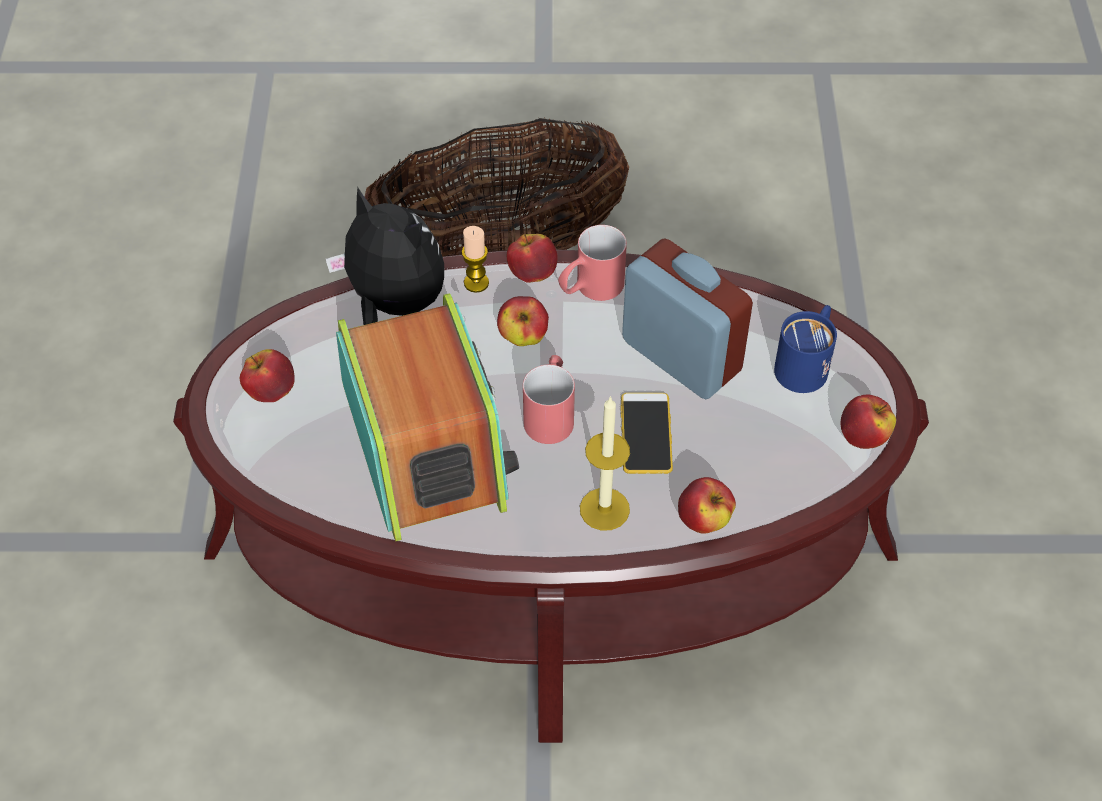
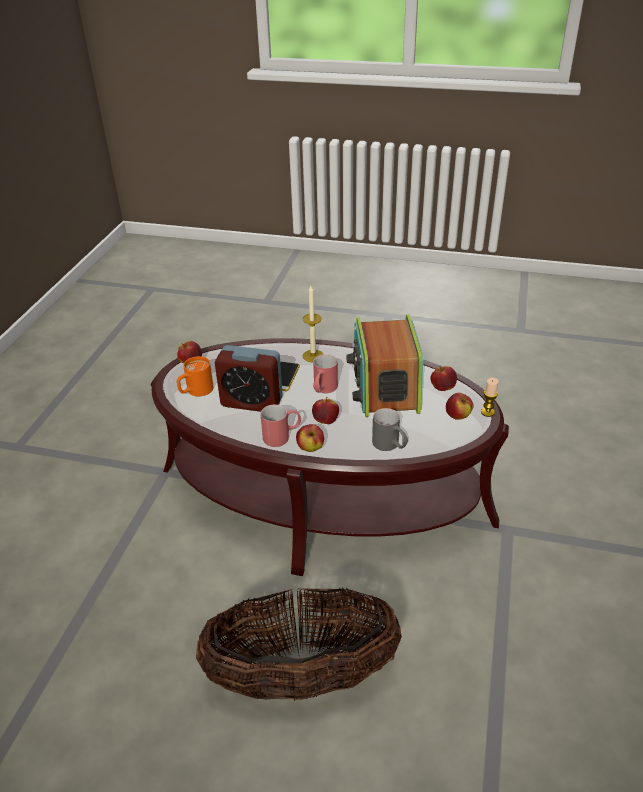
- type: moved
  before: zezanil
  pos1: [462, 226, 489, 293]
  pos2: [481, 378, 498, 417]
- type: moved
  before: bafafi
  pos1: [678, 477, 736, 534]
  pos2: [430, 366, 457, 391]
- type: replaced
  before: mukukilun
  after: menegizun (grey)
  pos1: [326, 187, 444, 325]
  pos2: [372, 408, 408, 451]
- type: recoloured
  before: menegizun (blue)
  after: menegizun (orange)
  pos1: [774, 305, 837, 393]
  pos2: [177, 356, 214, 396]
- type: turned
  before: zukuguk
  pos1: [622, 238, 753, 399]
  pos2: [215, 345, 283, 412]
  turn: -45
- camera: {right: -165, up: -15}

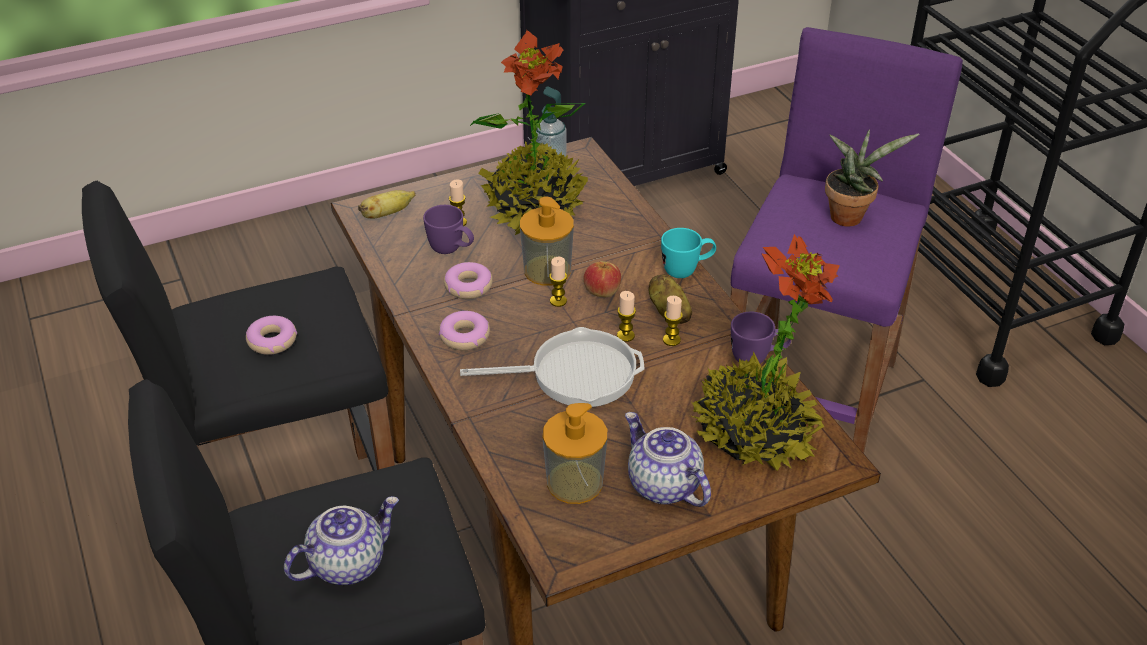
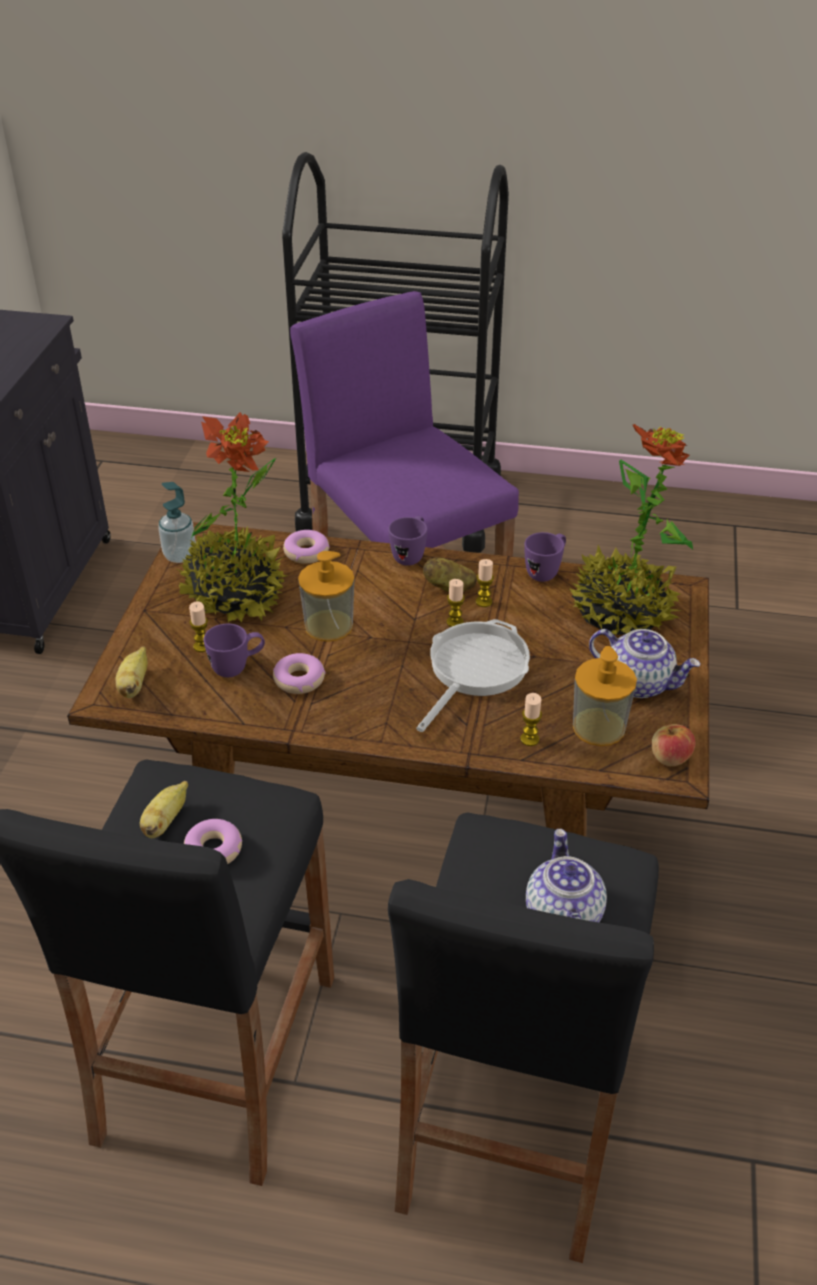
- type: removed
  before: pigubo
  pos1: [825, 129, 919, 226]
- type: added
  after: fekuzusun
  pos2: [140, 781, 188, 839]
- type: moved
  before: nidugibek
  pos1: [439, 311, 490, 351]
  pos2: [283, 530, 330, 564]
- type: moved
  before: zezanil
  pos1: [549, 257, 567, 307]
  pos2: [520, 693, 542, 746]
- type: moved
  before: bafafi
  pos1: [583, 261, 621, 297]
  pos2: [652, 724, 695, 766]
- type: recoloured
  before: menegizun (turquoise)
  after: menegizun (purple)
  pos1: [661, 228, 716, 278]
  pos2: [388, 516, 427, 566]
- type: turned
  before: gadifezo
  pos1: [625, 412, 711, 507]
  pos2: [589, 629, 701, 698]
  turn: -150
- camera: {right: -55, up: 0}

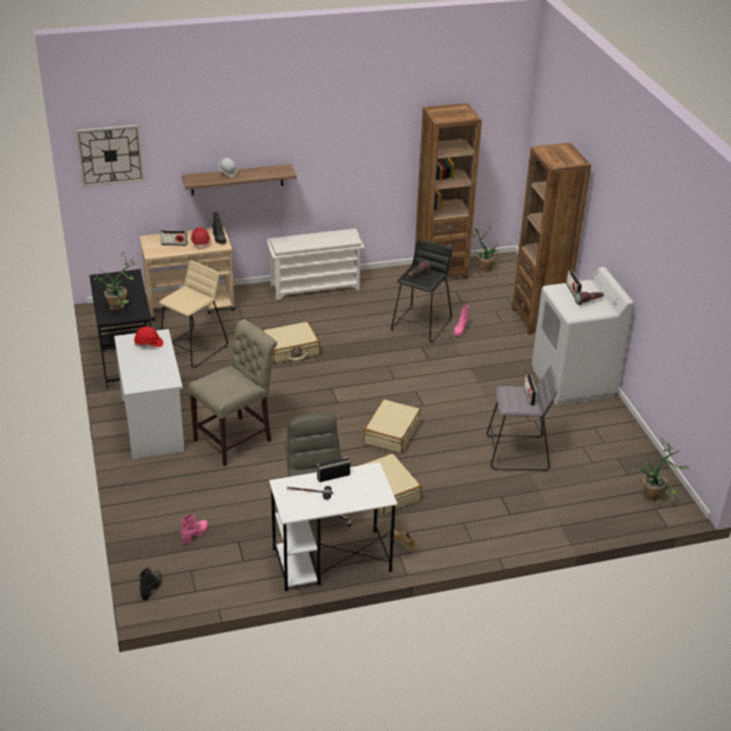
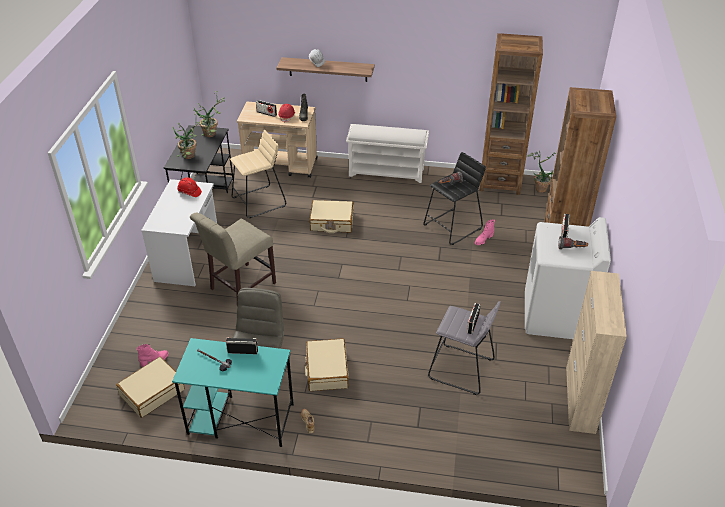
- type: removed
  before: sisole
  pos1: [76, 124, 144, 187]
- type: removed
  before: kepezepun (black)
  pos1: [139, 567, 162, 600]
- type: added
  after: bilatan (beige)
  pos2: [566, 271, 627, 434]
- type: moved
  before: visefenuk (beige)
  pos1: [364, 399, 421, 454]
  pos2: [116, 357, 185, 418]
- type: moved
  before: pigubo
  pos1: [632, 438, 689, 502]
  pos2: [193, 91, 225, 137]
- type: recoloured
  before: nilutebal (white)
  after: nilutebal (turquoise)
  pos1: [269, 462, 398, 591]
  pos2: [172, 338, 294, 447]
- type: turned
  before: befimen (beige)
  pos1: [188, 319, 277, 466]
  pos2: [190, 213, 276, 305]
  turn: 150
- camera: {right: 25, up: 5}

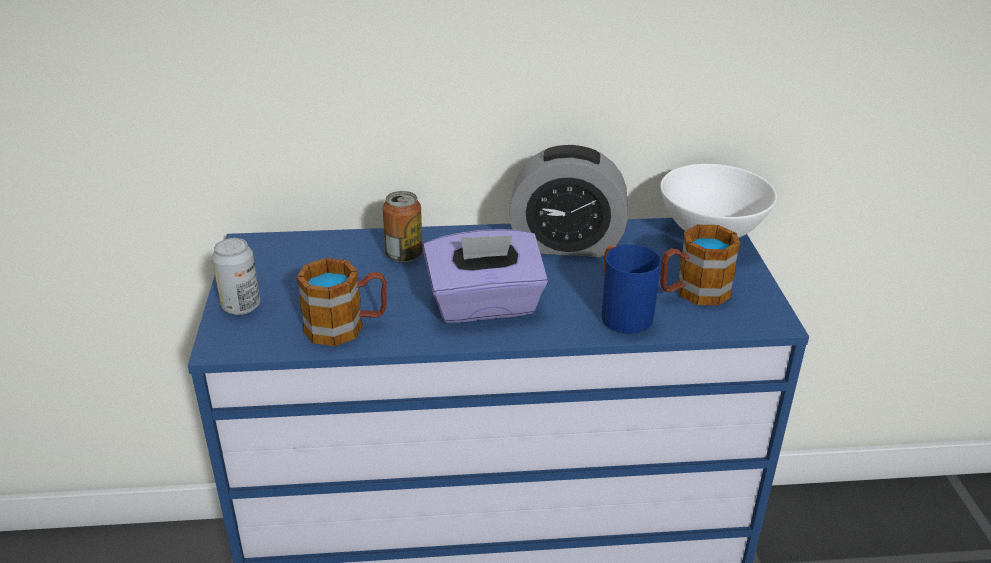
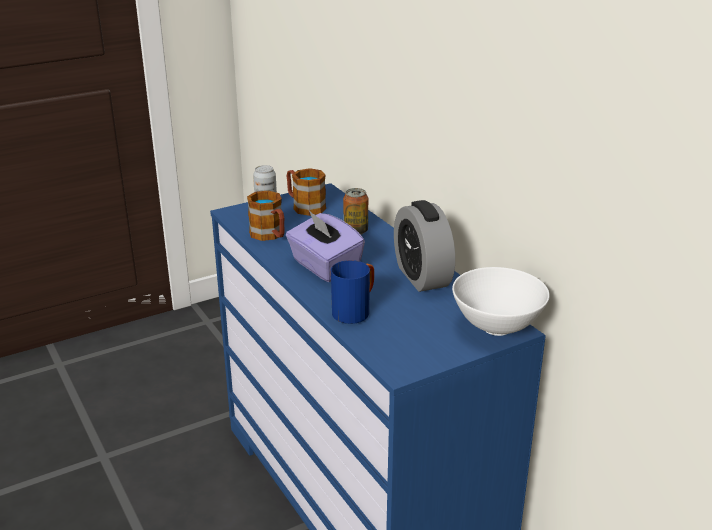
- type: moved
  before: menegizun
  pos1: [660, 225, 741, 306]
  pos2: [287, 168, 326, 216]
- camera: {right: 65, up: -5}

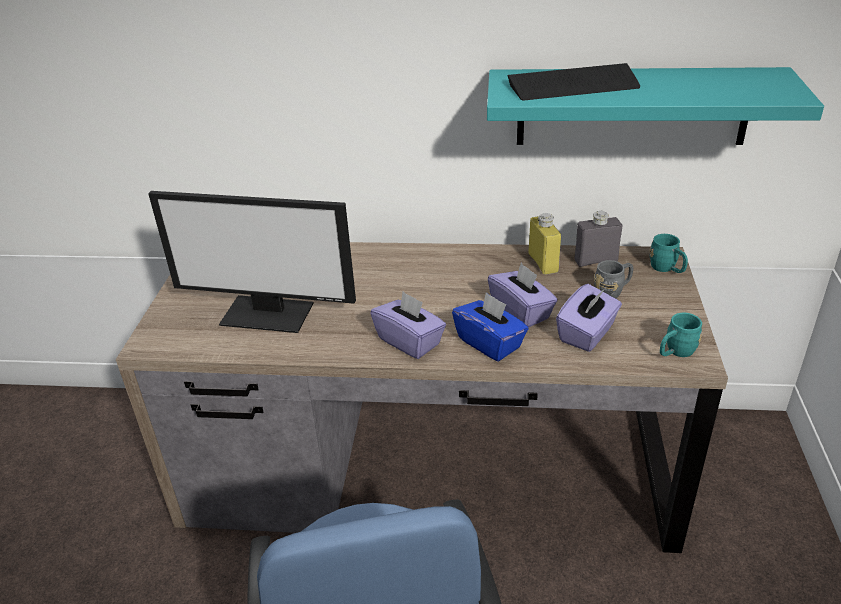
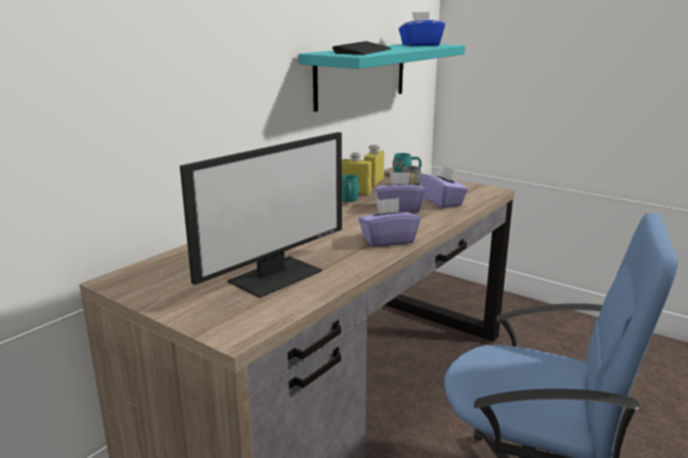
- type: moved
  before: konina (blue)
  pos1: [452, 292, 529, 362]
  pos2: [399, 12, 445, 46]
- type: moved
  before: menegizun (turquoise)
  pos1: [660, 313, 702, 357]
  pos2: [342, 175, 360, 202]
- type: recoloured
  before: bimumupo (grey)
  after: bimumupo (yellow)
  pos1: [574, 211, 622, 267]
  pos2: [364, 144, 384, 187]
- camera: {right: -60, up: -15}

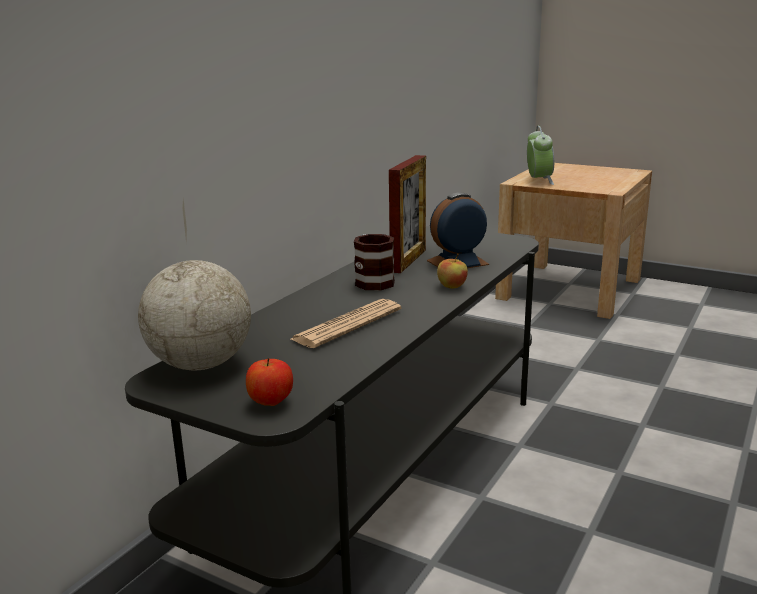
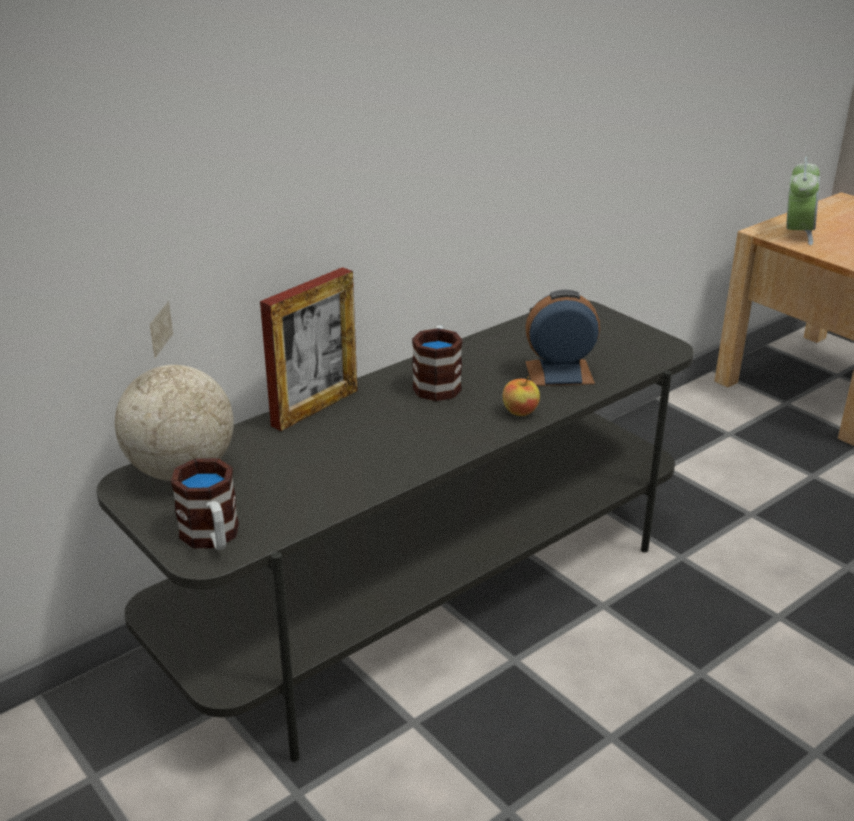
- type: removed
  before: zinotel
  pos1: [291, 299, 401, 348]
- type: moved
  before: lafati
  pos1: [389, 155, 426, 273]
  pos2: [260, 267, 357, 431]
- type: replaced
  before: bafafi
  after: menegizun
  pos1: [246, 358, 293, 406]
  pos2: [171, 458, 239, 550]
- camera: {right: 20, up: 10}

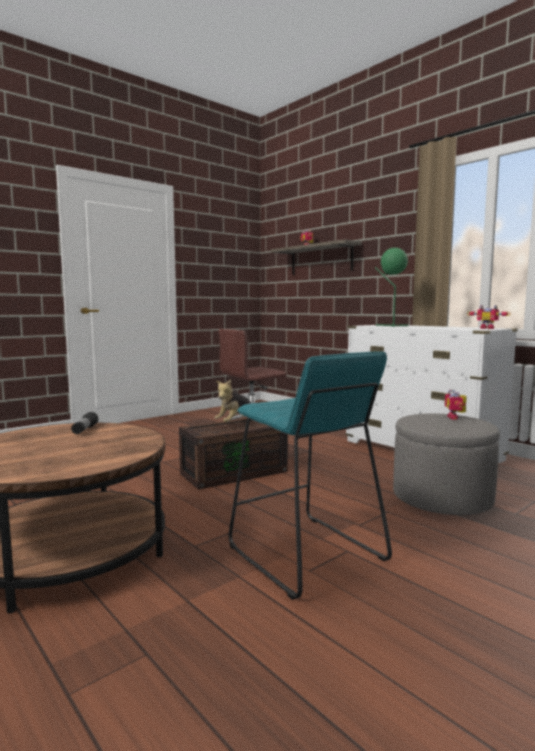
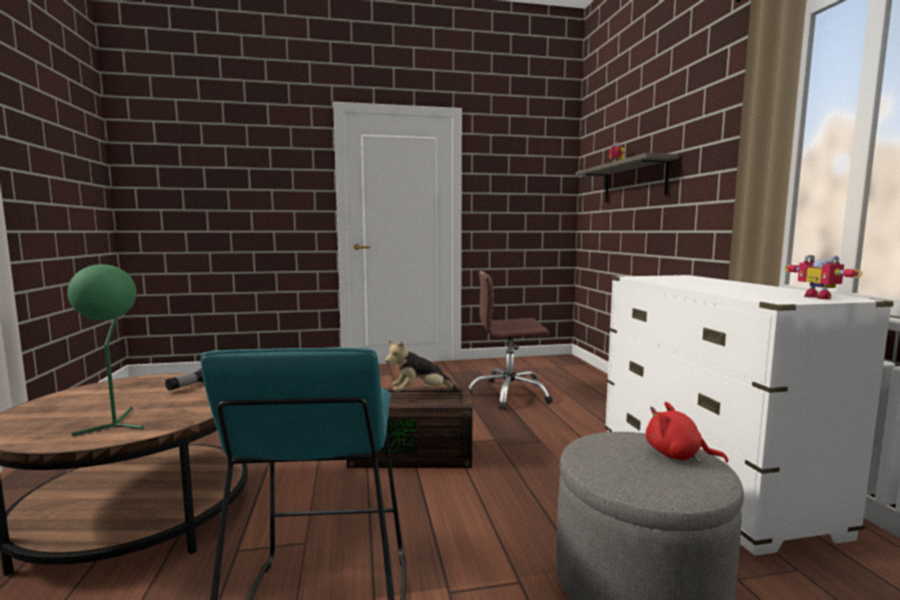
- type: moved
  before: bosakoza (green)
  pos1: [375, 248, 409, 327]
  pos2: [67, 264, 144, 436]
- type: replaced
  before: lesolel
  after: mukukilun (red)
  pos1: [445, 389, 467, 420]
  pos2: [646, 402, 728, 463]
- camera: {right: 30, up: 0}

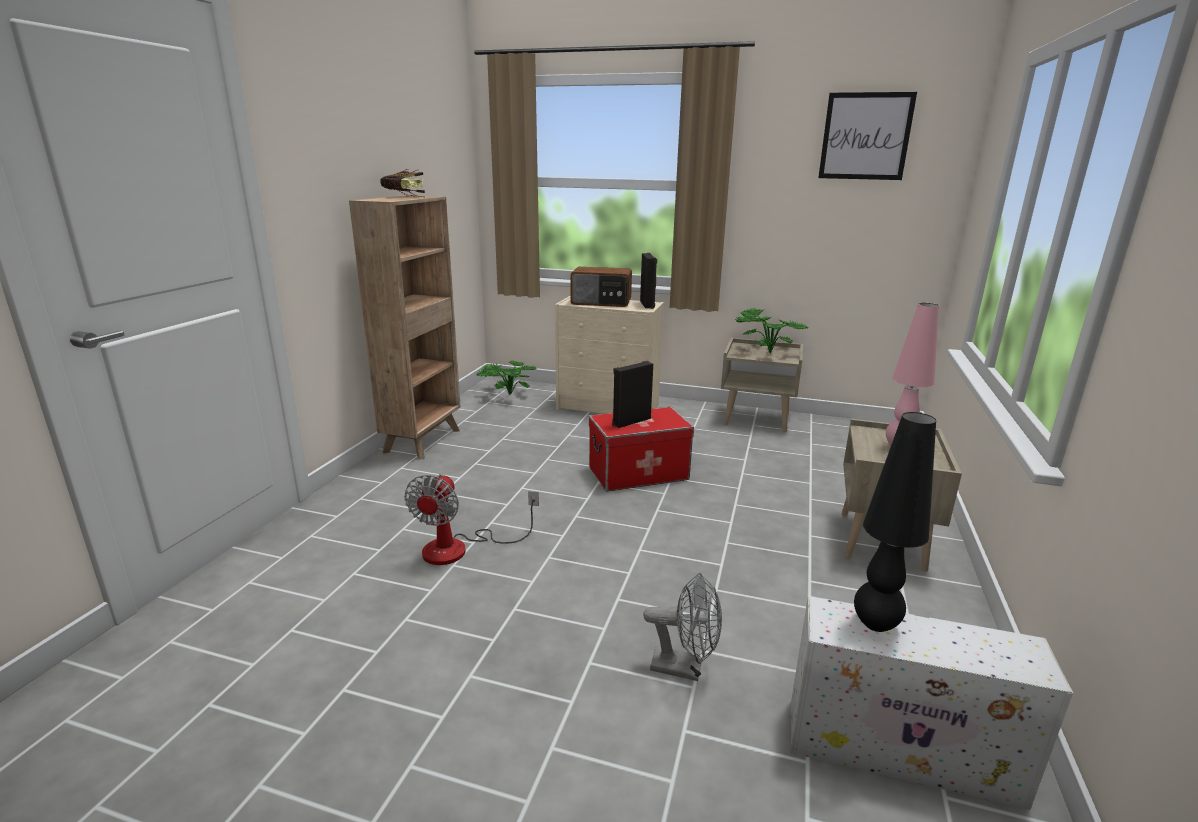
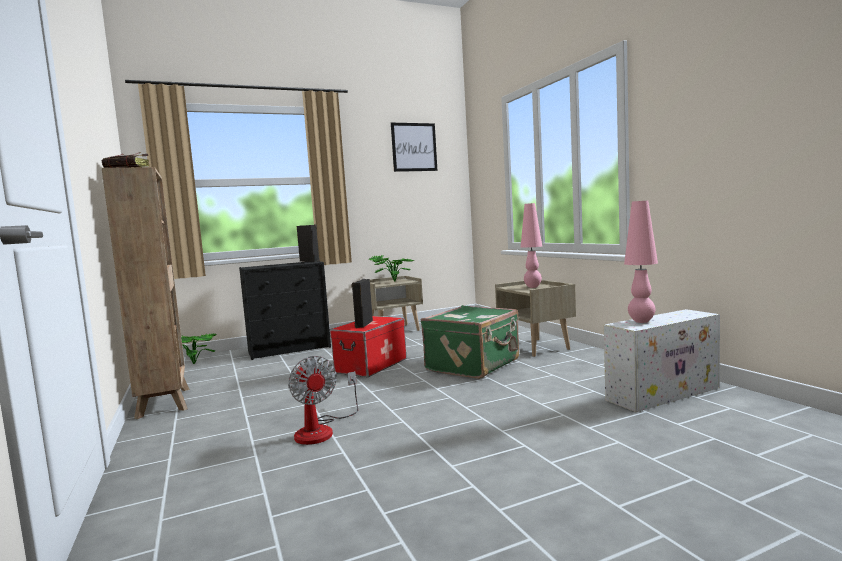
- type: removed
  before: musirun
  pos1: [570, 267, 632, 307]
- type: removed
  before: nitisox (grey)
  pos1: [643, 573, 722, 681]
- type: added
  after: visefenuk (green)
  pos2: [421, 305, 519, 379]
- type: recoloured
  before: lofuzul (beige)
  after: lofuzul (black)
  pos1: [555, 296, 664, 414]
  pos2: [239, 261, 331, 360]
- type: recoloured
  before: bosakoza (black)
  after: bosakoza (pink)
  pos1: [854, 412, 936, 632]
  pos2: [624, 201, 658, 323]
- camera: {right: -40, up: -15}

